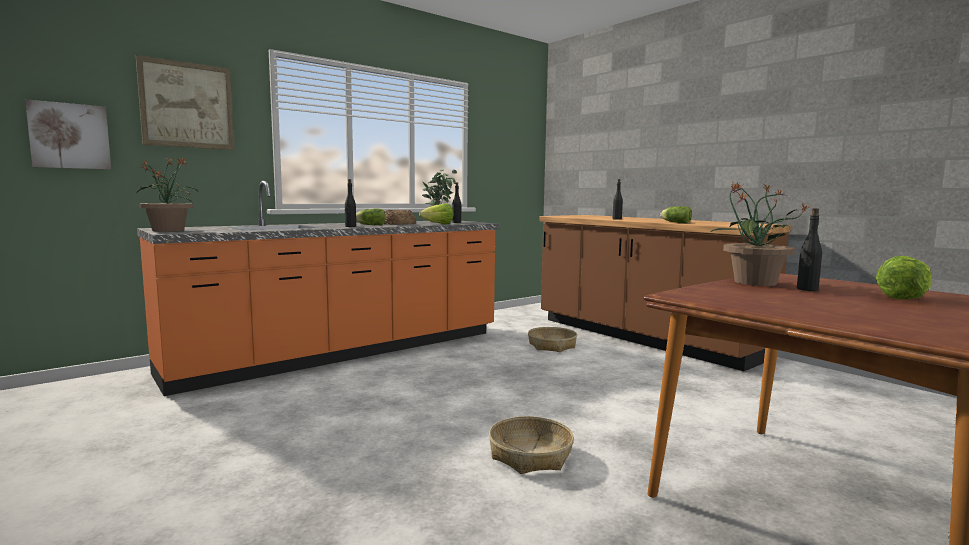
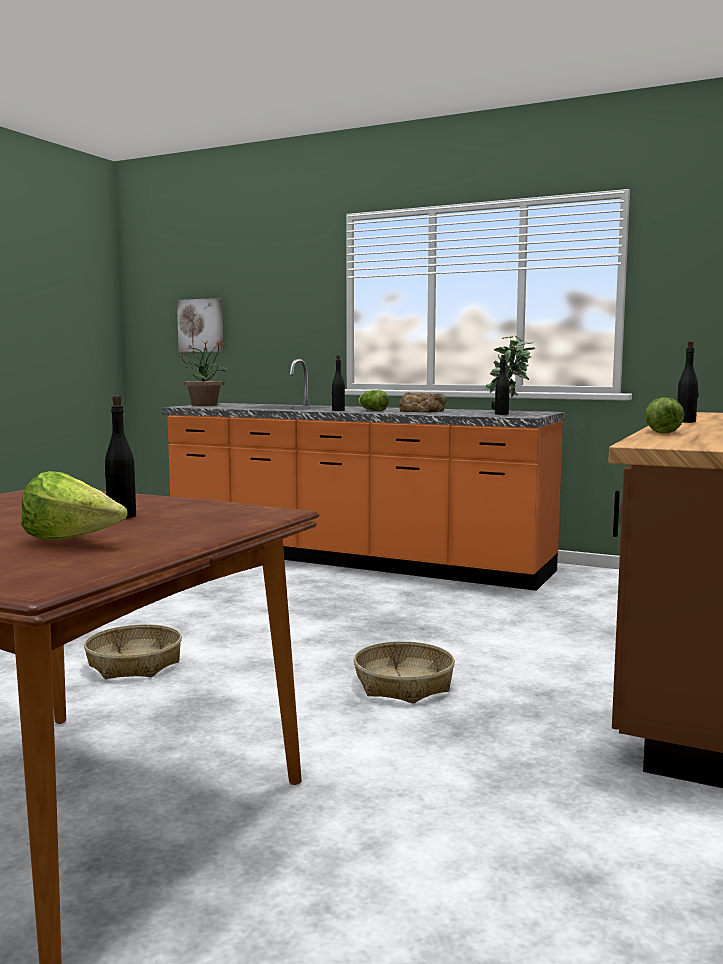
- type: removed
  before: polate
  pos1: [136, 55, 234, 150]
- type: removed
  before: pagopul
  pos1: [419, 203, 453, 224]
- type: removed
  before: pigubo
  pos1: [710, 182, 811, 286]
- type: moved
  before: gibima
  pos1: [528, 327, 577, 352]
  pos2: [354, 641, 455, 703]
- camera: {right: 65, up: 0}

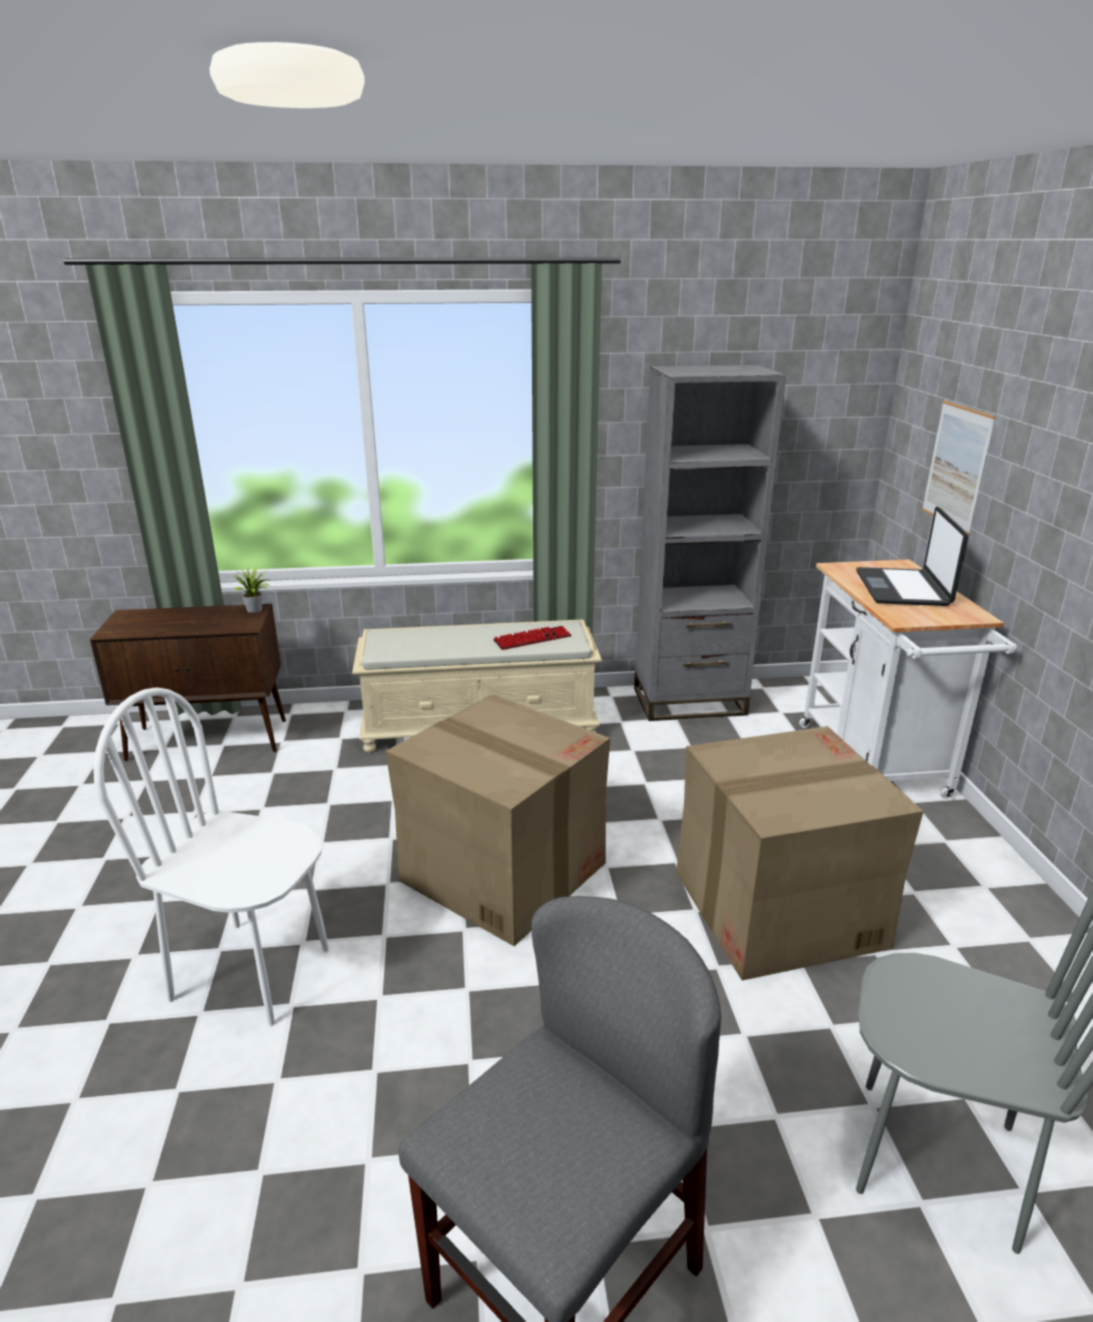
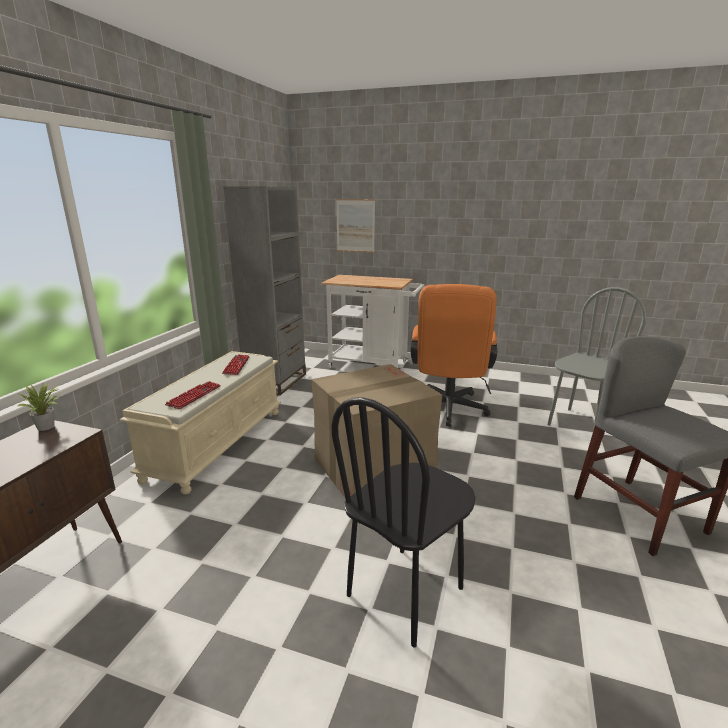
- type: removed
  before: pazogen
  pos1: [856, 507, 968, 606]
- type: added
  after: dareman
  pos2: [165, 381, 221, 409]
- type: replaced
  before: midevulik
  after: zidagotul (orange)
  pos1: [676, 726, 924, 980]
  pos2: [411, 284, 497, 427]
- type: recoloured
  before: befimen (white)
  after: befimen (black)
  pos1: [93, 687, 329, 1026]
  pos2: [331, 397, 475, 648]
- camera: {right: -65, up: -5}

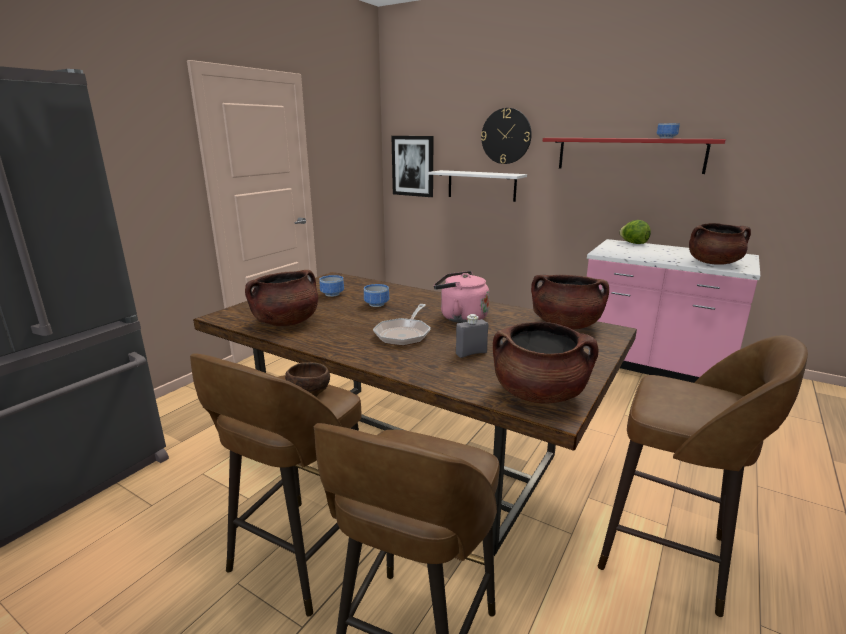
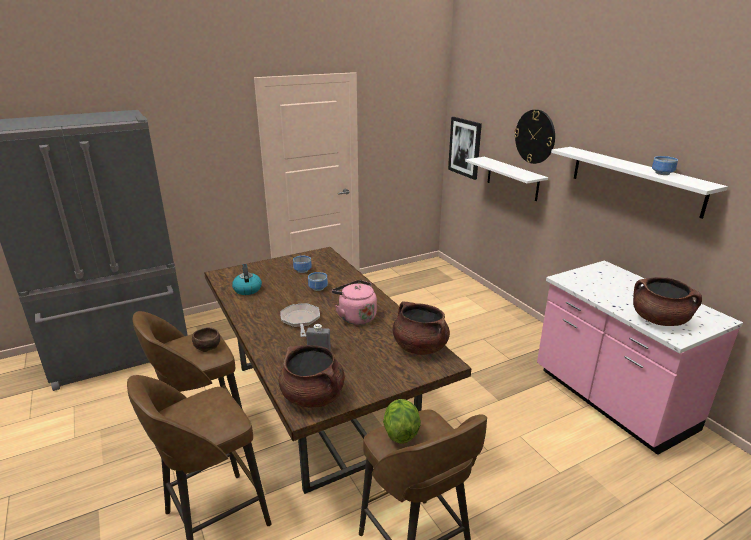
- type: moved
  before: pagopul
  pos1: [619, 220, 651, 244]
  pos2: [383, 399, 421, 444]
- type: replaced
  before: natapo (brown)
  after: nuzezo
  pos1: [245, 270, 318, 326]
  pos2: [232, 264, 262, 295]
- type: recoloured
  before: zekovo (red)
  after: zekovo (white)
  pos1: [543, 138, 726, 174]
  pos2: [551, 147, 728, 219]
- type: turned
  before: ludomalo
  pos1: [373, 304, 431, 346]
  pos2: [280, 303, 320, 337]
  turn: 120
- camera: {right: 30, up: 5}

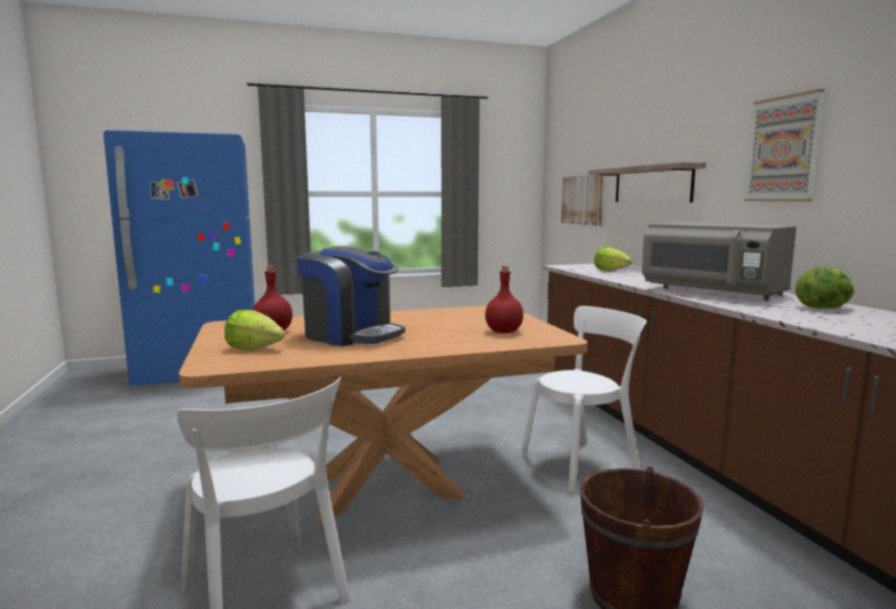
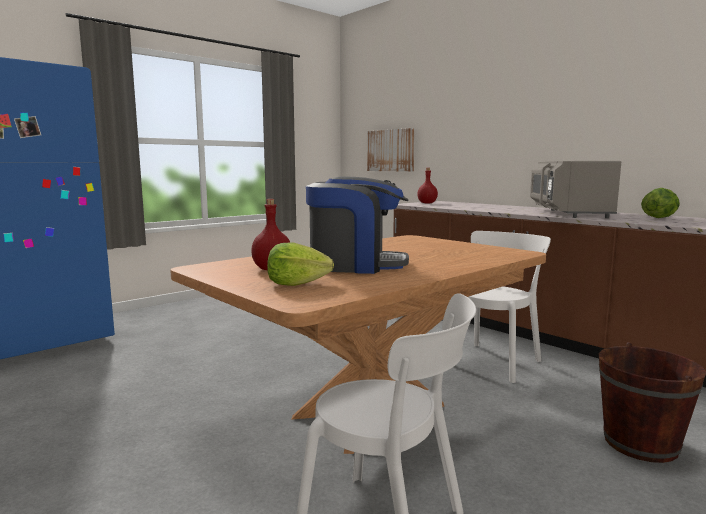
- type: removed
  before: zekovo
  pos1: [589, 162, 706, 202]
- type: removed
  before: pagopul
  pos1: [594, 247, 632, 271]
- type: removed
  before: polate
  pos1: [744, 89, 824, 201]
- type: moved
  before: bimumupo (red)
  pos1: [485, 266, 524, 333]
  pos2: [417, 168, 438, 204]
- type: turned
  before: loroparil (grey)
  pos1: [642, 222, 796, 300]
  pos2: [530, 161, 621, 218]
  turn: 75
- camera: {right: -25, up: 0}

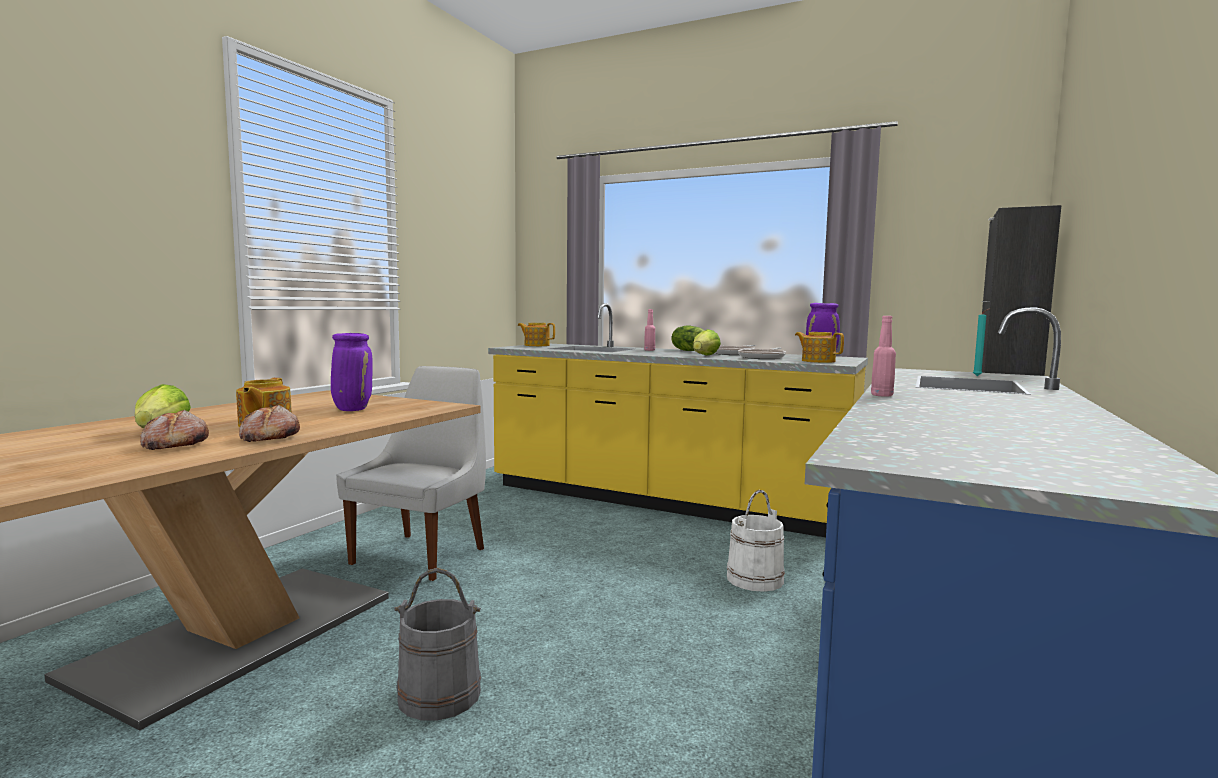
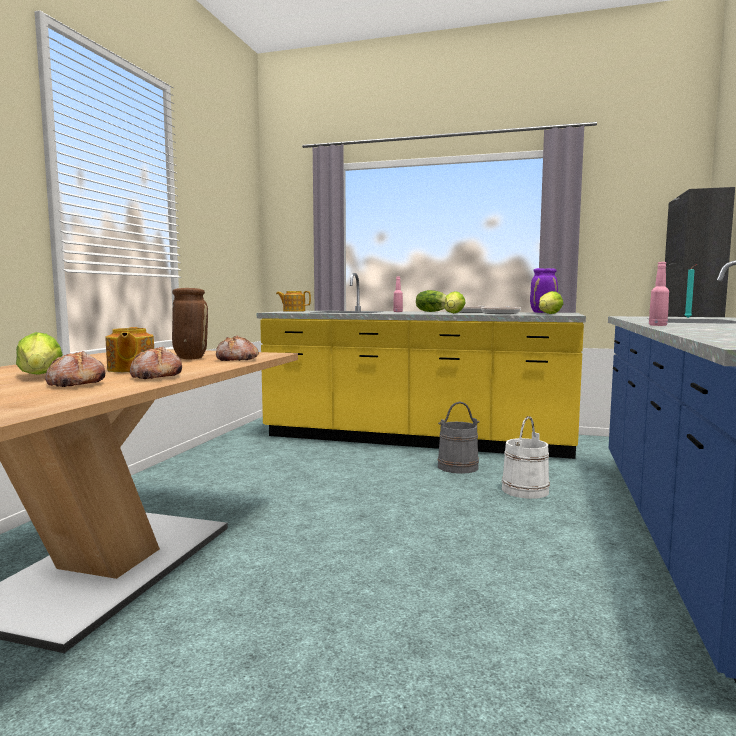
- type: removed
  before: befimen (white)
  pos1: [336, 366, 486, 581]
- type: added
  after: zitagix
  pos2: [216, 336, 259, 361]
- type: moved
  before: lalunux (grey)
  pos1: [394, 568, 481, 720]
  pos2: [437, 401, 480, 474]
- type: replaced
  before: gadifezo
  after: pagopul
  pos1: [795, 332, 844, 363]
  pos2: [539, 291, 563, 314]
- type: recoloured
  before: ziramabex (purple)
  after: ziramabex (brown)
  pos1: [331, 333, 373, 411]
  pos2: [172, 288, 208, 359]
- camera: {right: -10, up: 0}

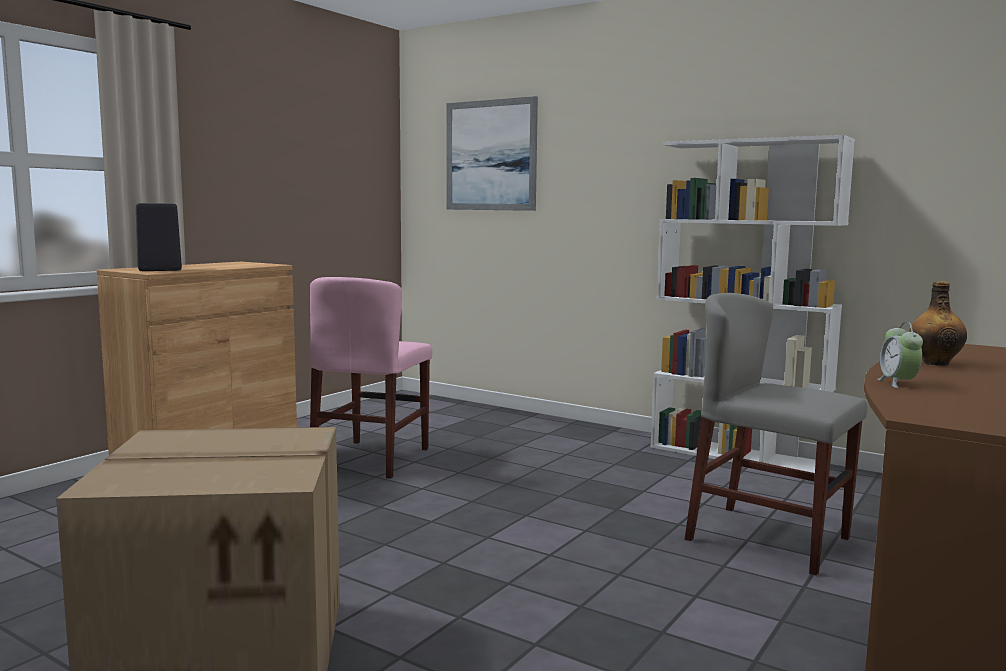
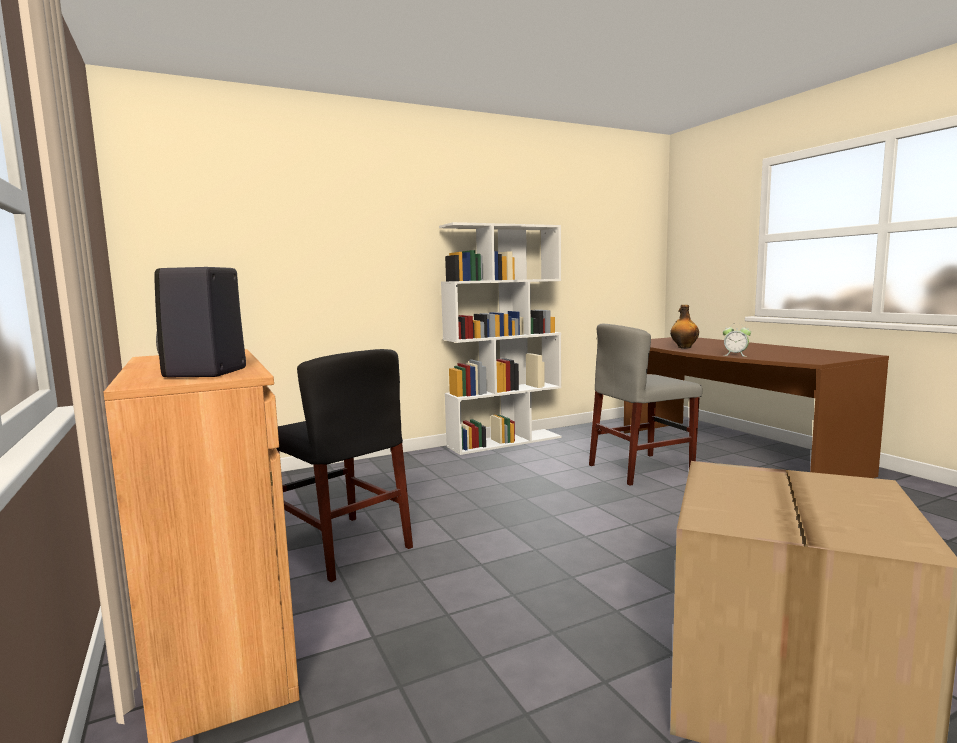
- type: removed
  before: polate
  pos1: [446, 96, 538, 211]
- type: recoloured
  before: befimen (pink)
  after: befimen (black)
  pos1: [310, 277, 432, 479]
  pos2: [276, 349, 413, 582]
- camera: {right: -60, up: 0}

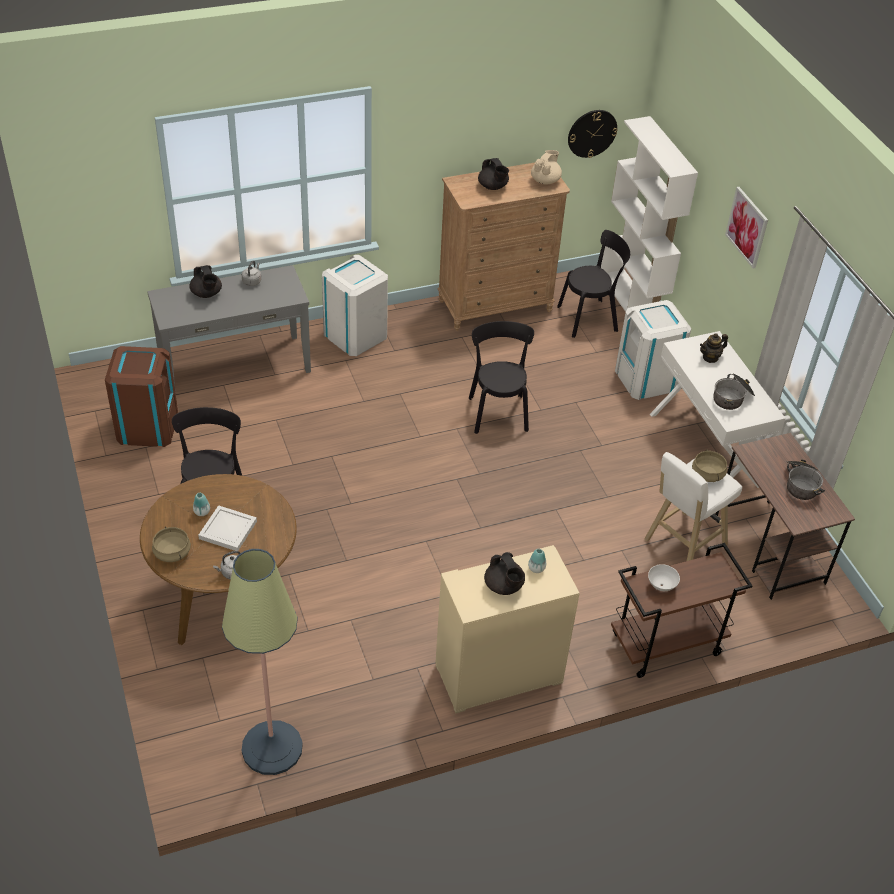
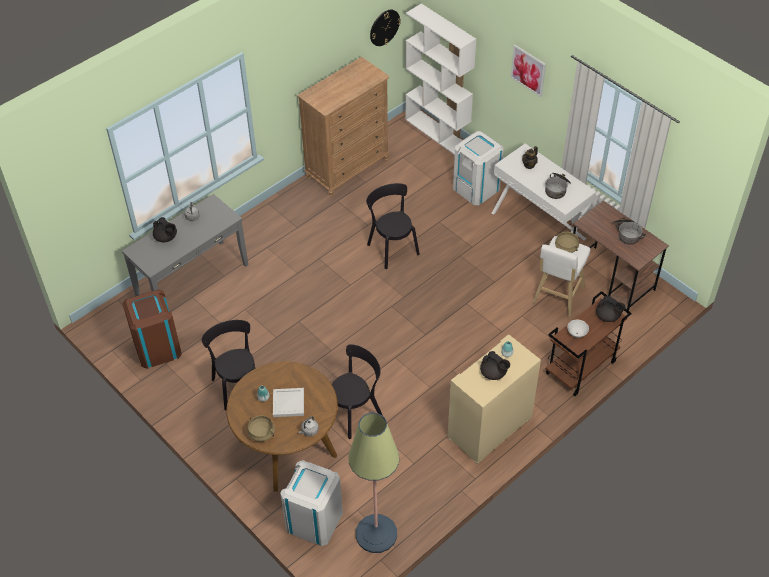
- type: removed
  before: gadifezo (beige)
  pos1: [531, 150, 562, 184]
- type: moved
  before: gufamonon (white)
  pos1: [322, 255, 388, 356]
  pos2: [280, 460, 343, 546]
- type: moved
  before: gadifezo (black)
  pos1: [478, 158, 509, 190]
  pos2: [596, 295, 626, 322]
- type: moved
  before: befimen (black)
  pos1: [557, 230, 630, 338]
  pos2: [332, 344, 383, 439]
- camera: {right: -20, up: 5}

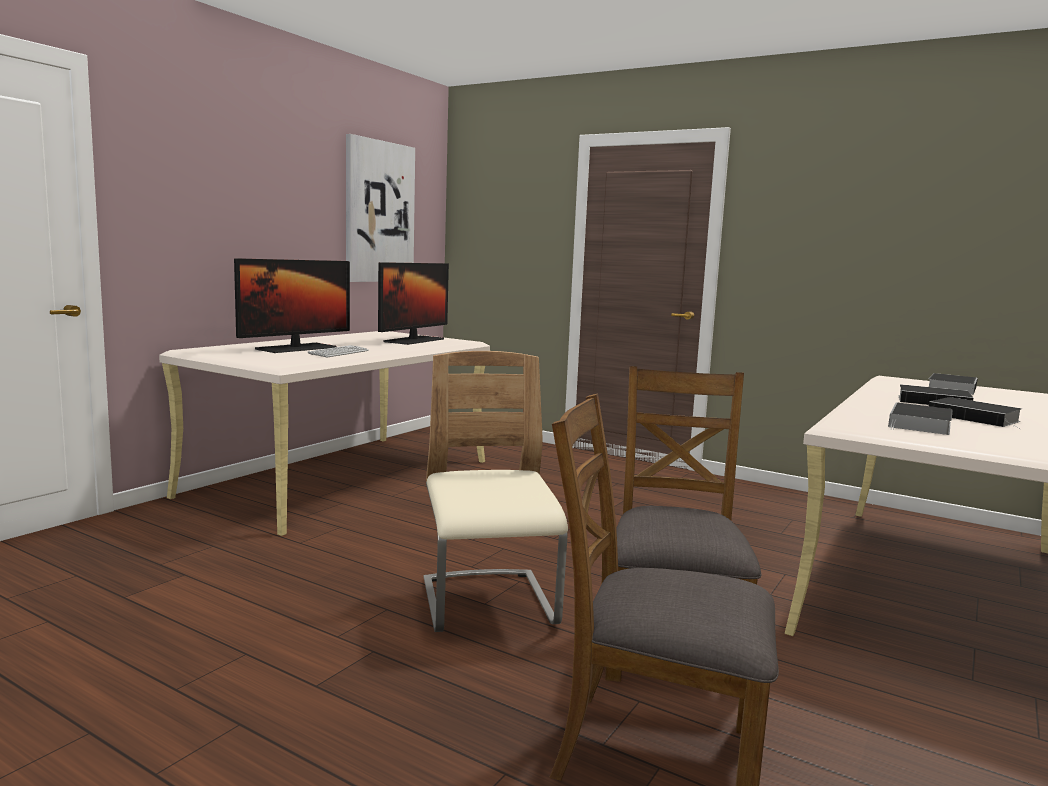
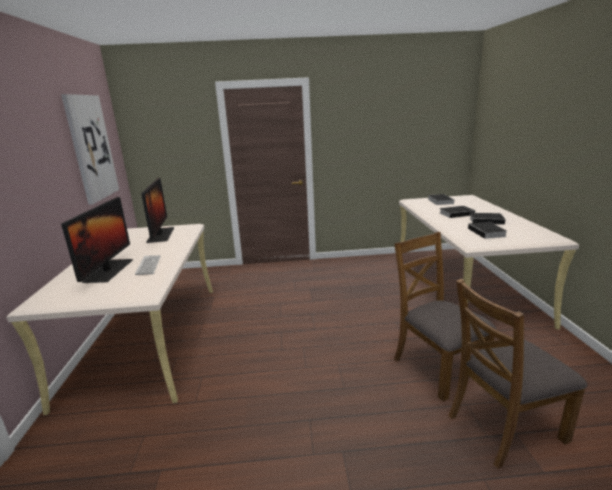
- type: removed
  before: befimen (beige)
  pos1: [424, 351, 568, 632]
- camera: {right: -35, up: 10}

